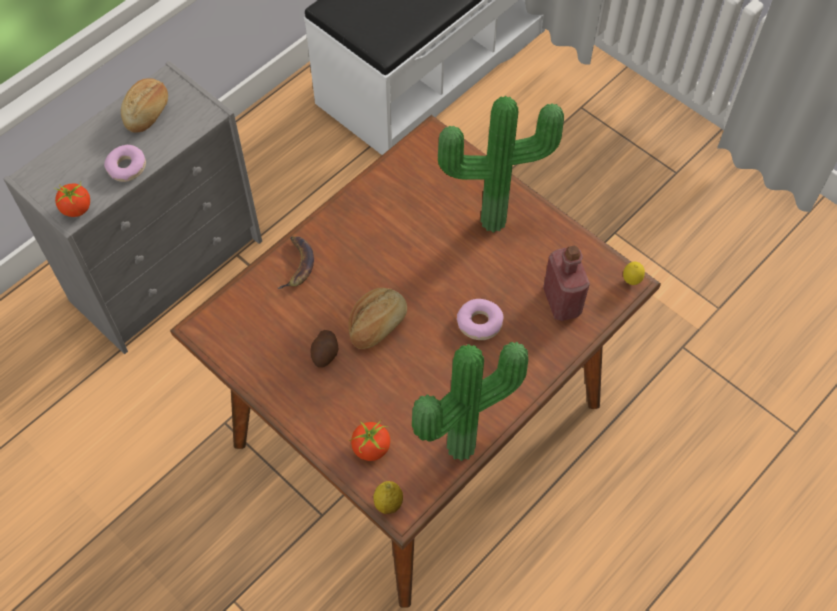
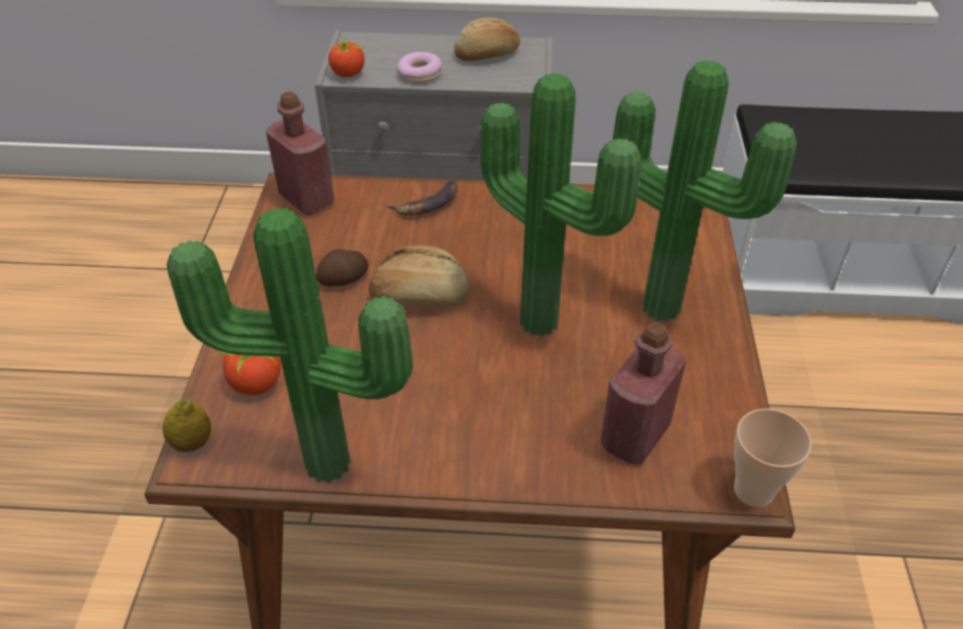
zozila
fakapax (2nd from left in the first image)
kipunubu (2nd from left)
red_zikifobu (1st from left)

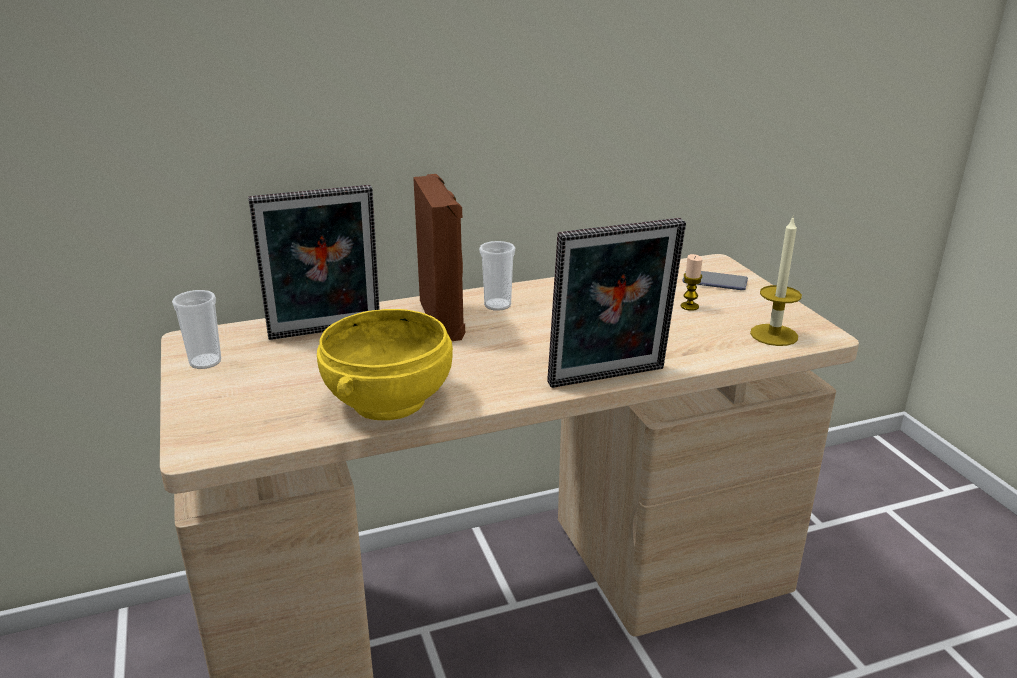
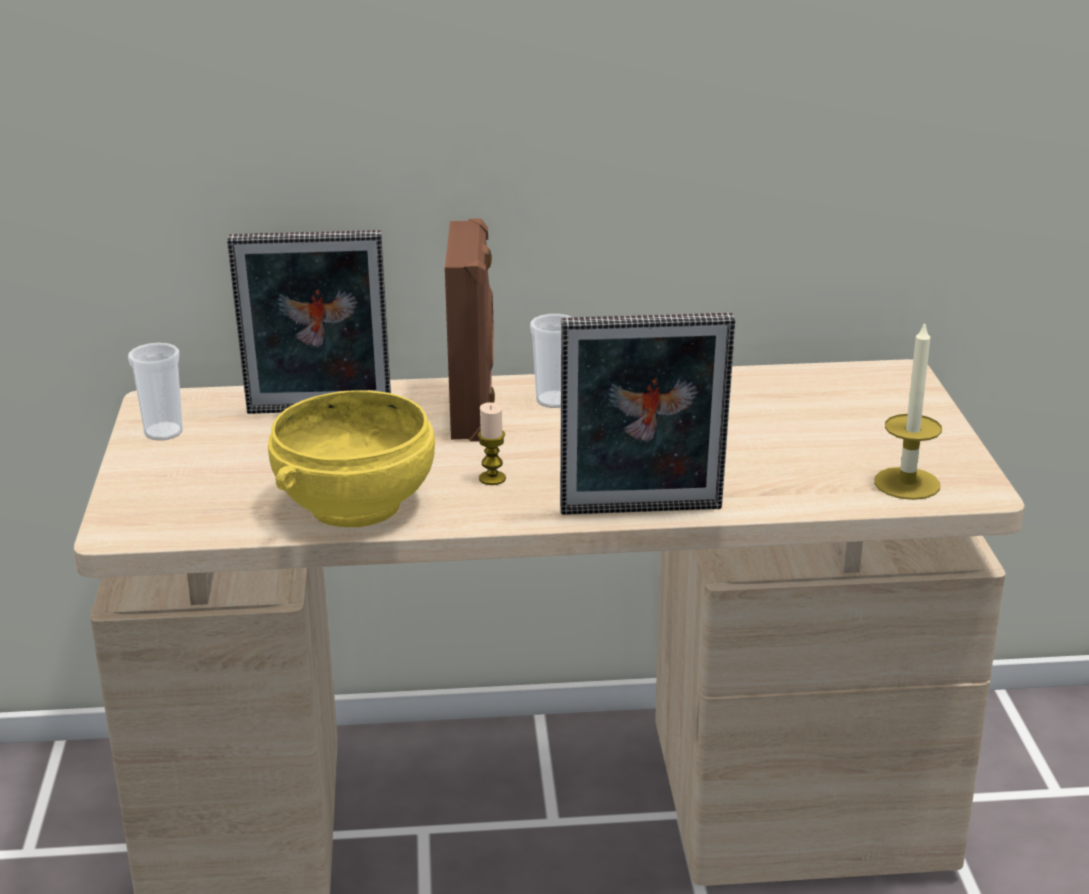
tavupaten (1st from left)
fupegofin

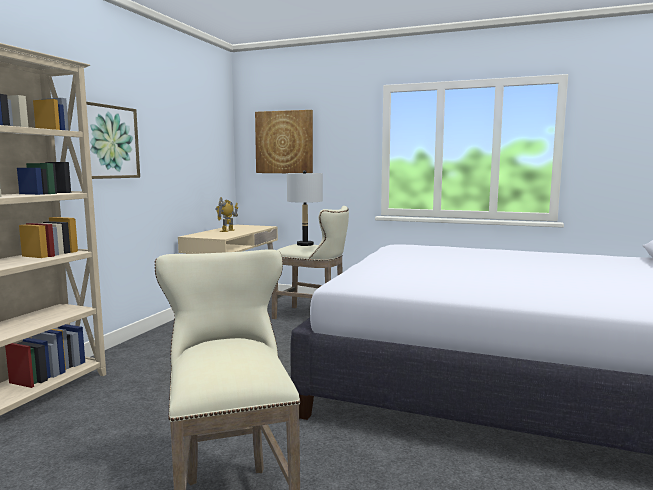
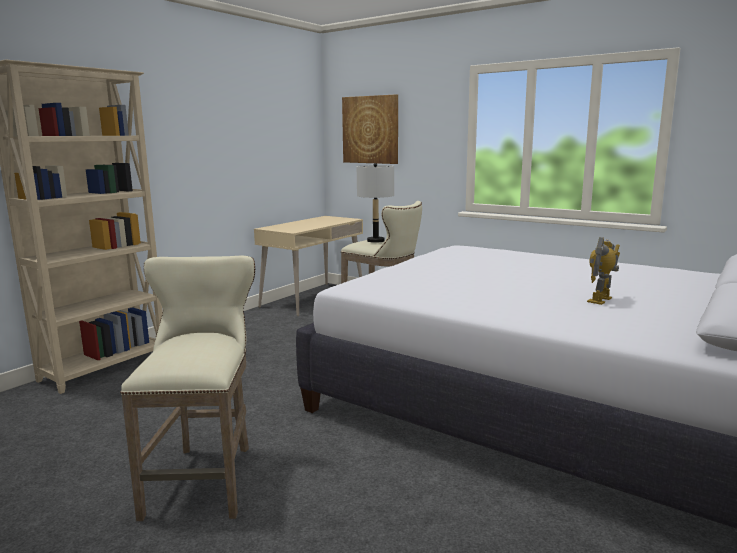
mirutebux (1st from left in the first image)
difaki

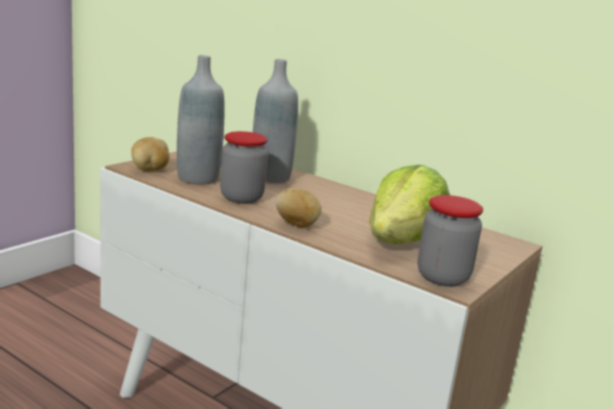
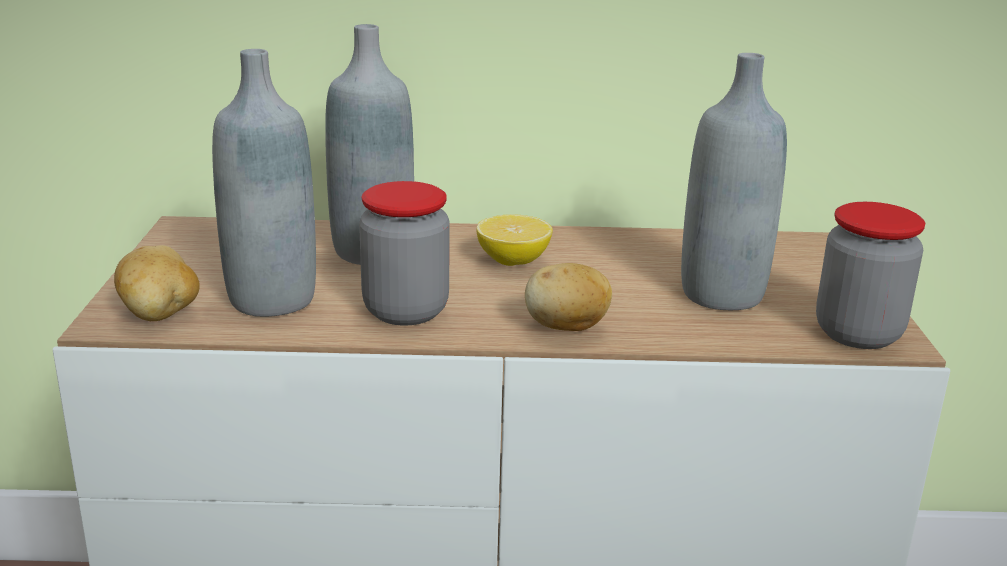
grey_zikifobu (3rd from left)
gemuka

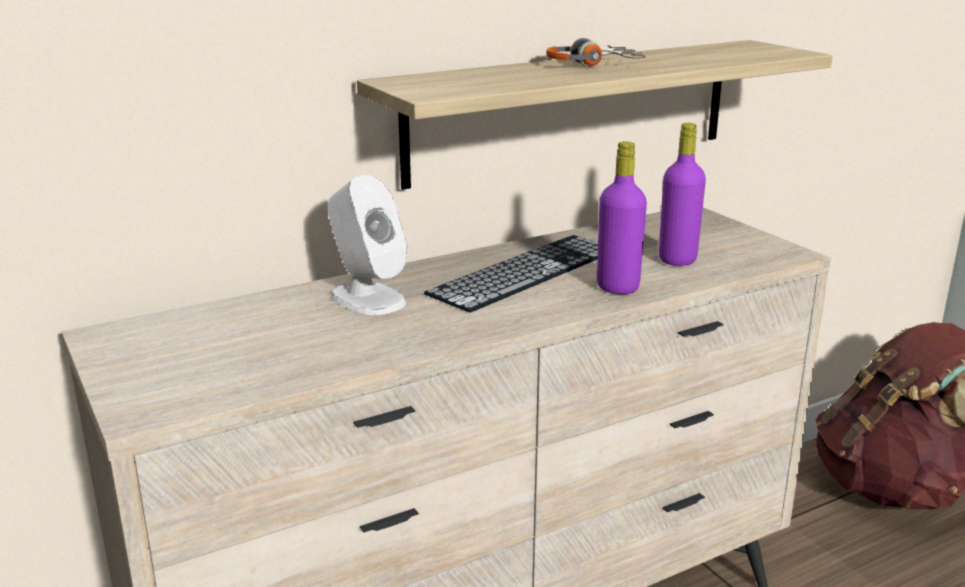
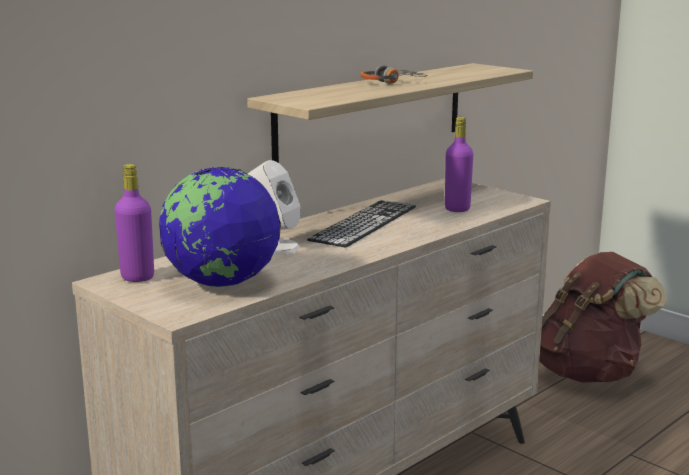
purple_zikifobu (1st from left)
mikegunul

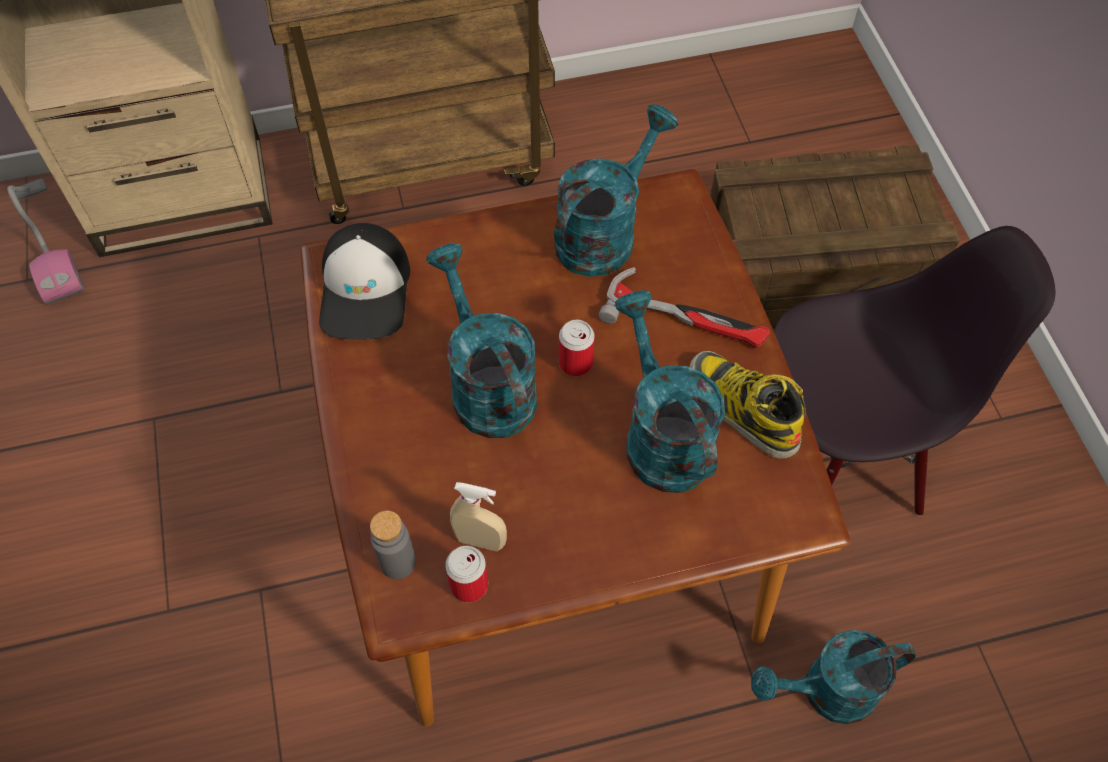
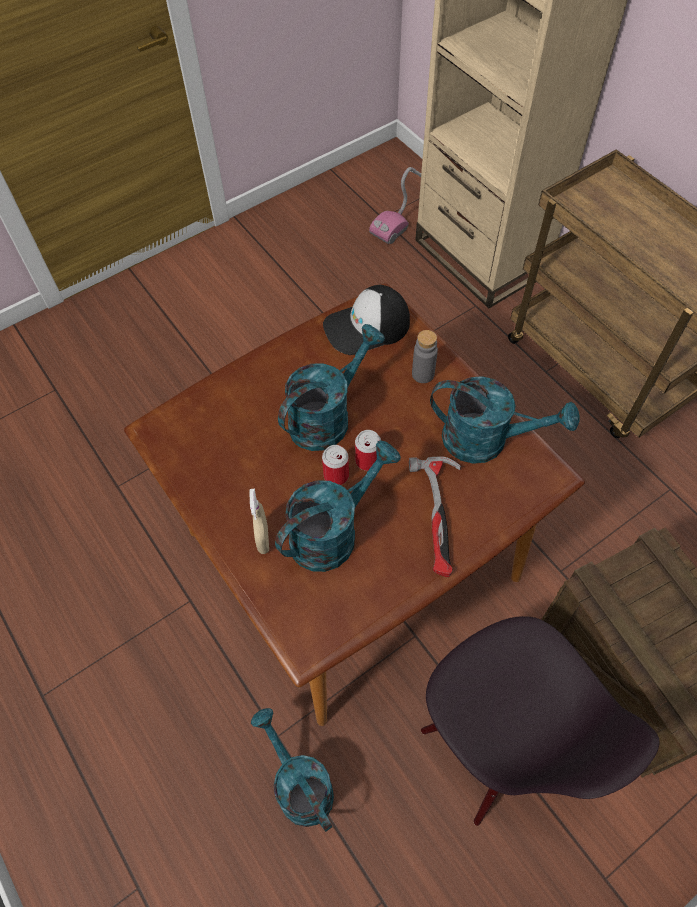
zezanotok
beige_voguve
grey_zikifobu
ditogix (1st from left)

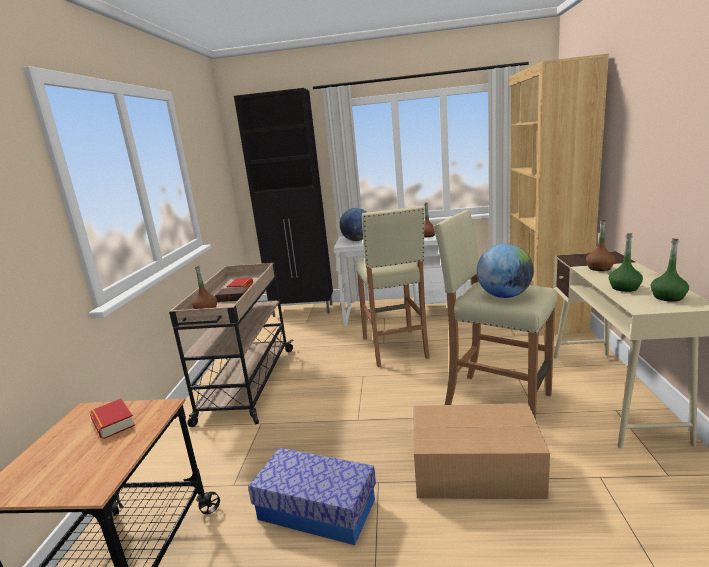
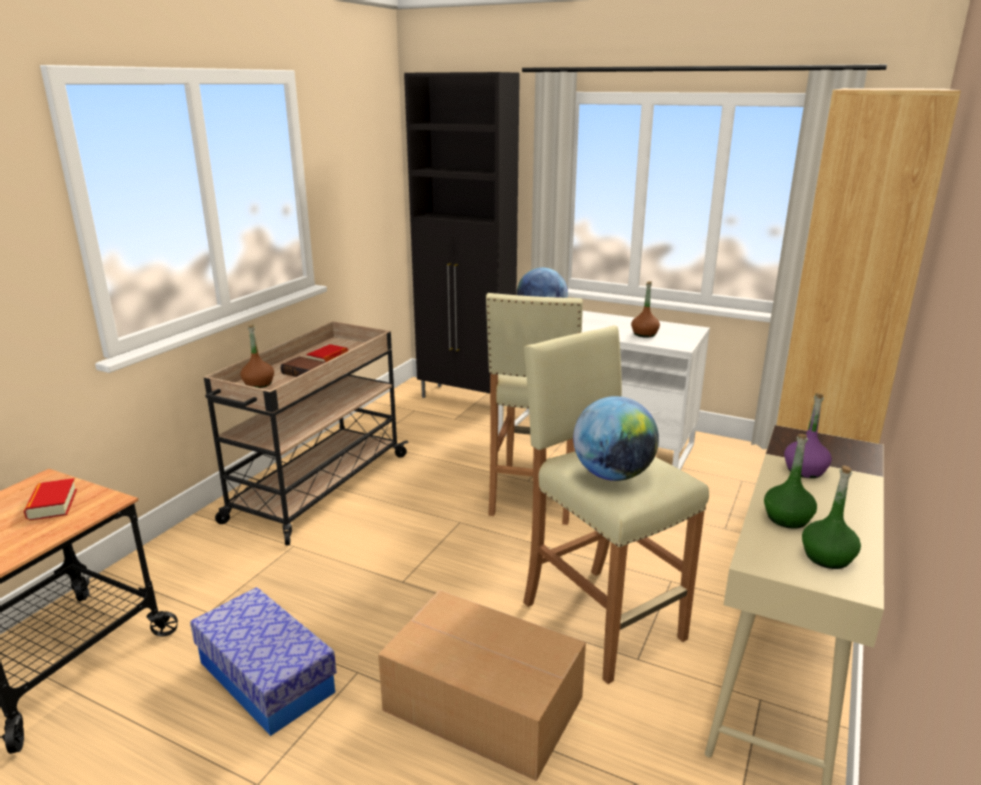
purple_zikifobu

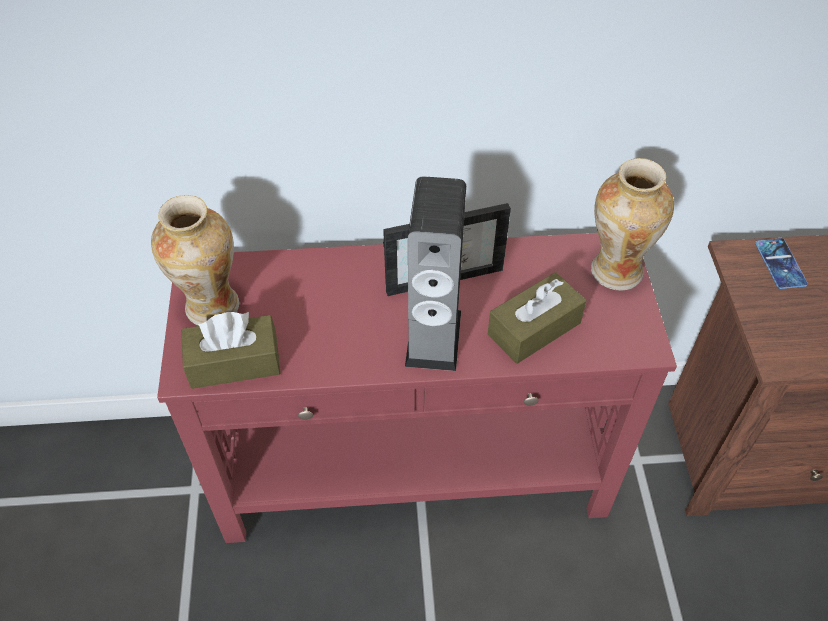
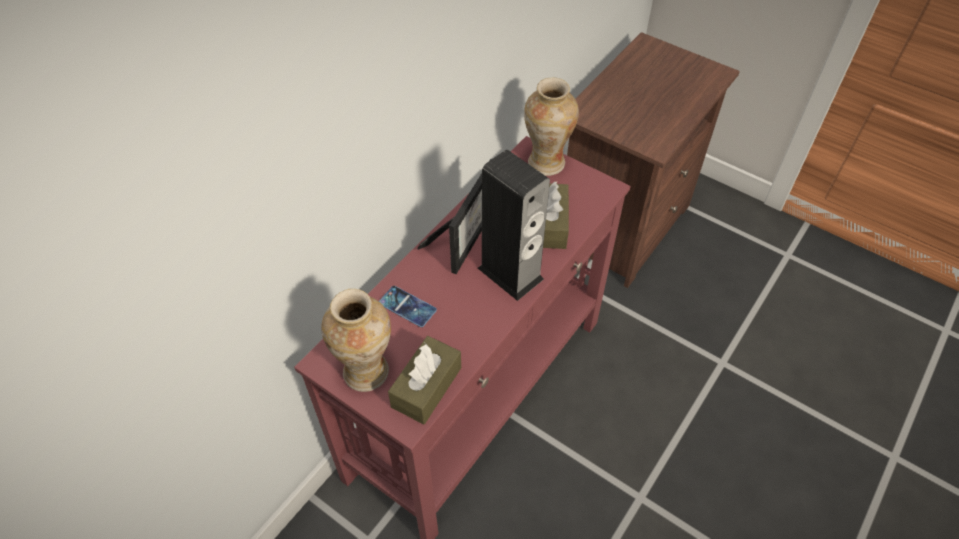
fupegofin

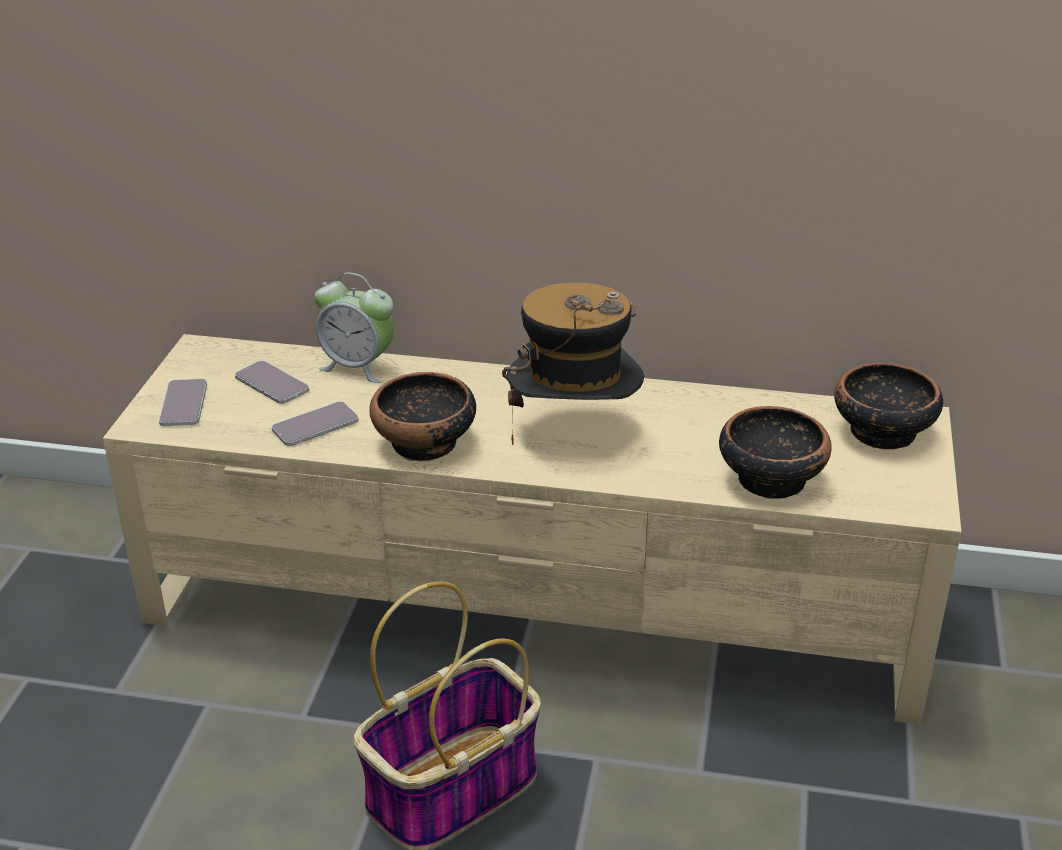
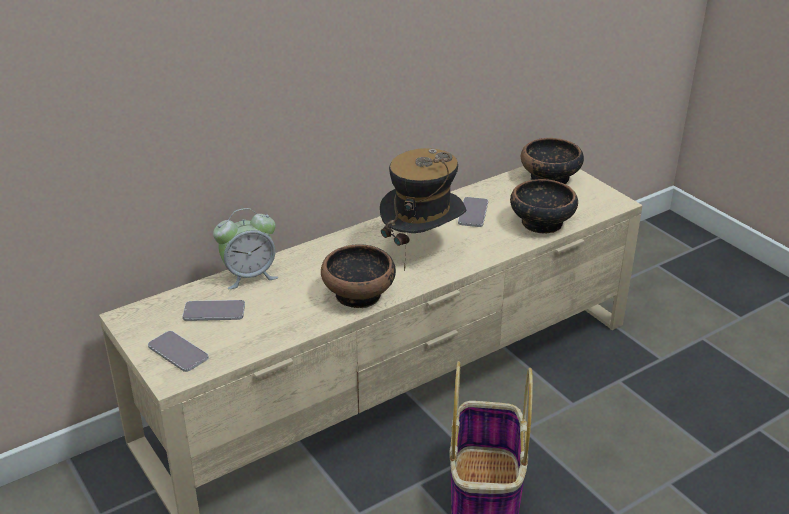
fupegofin (3rd from left)

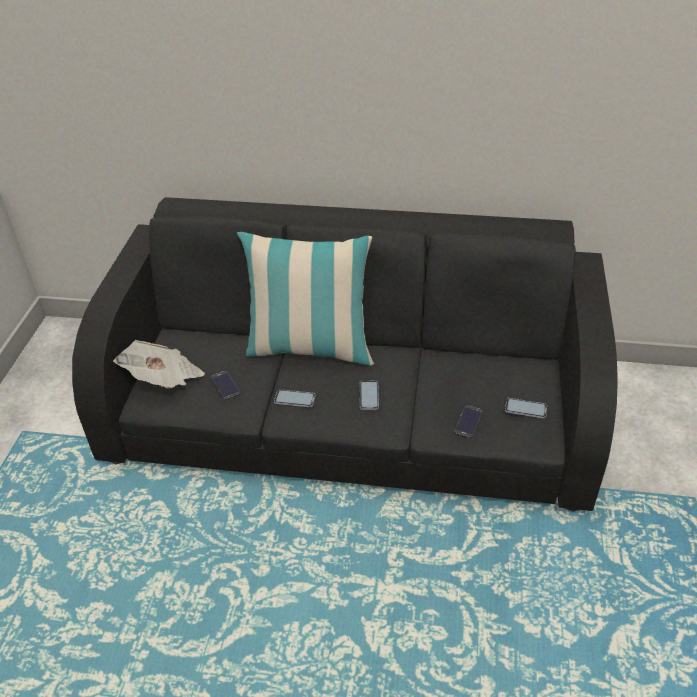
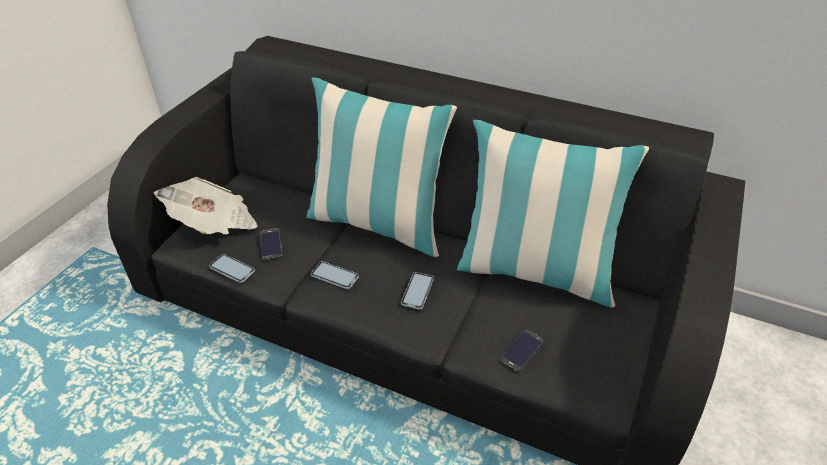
fupegofin (1st from left)
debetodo (2nd from left)

